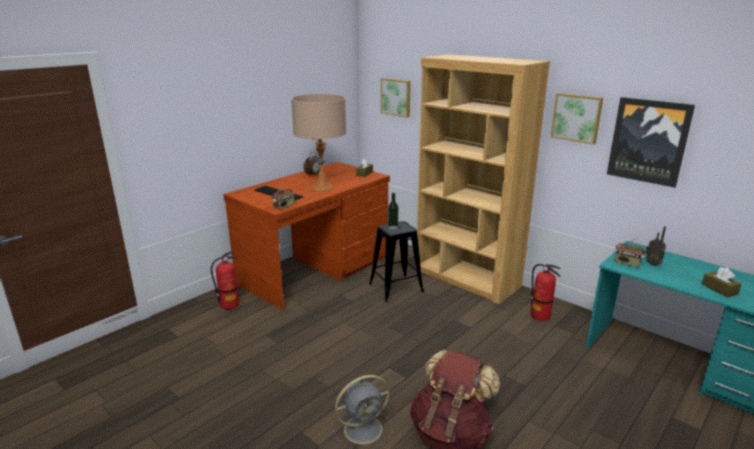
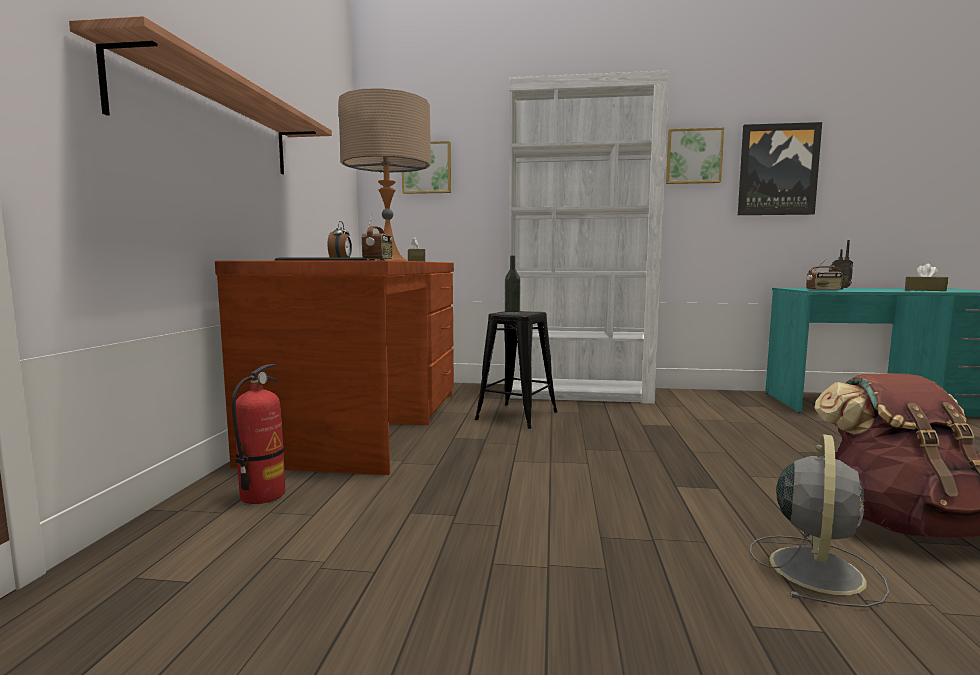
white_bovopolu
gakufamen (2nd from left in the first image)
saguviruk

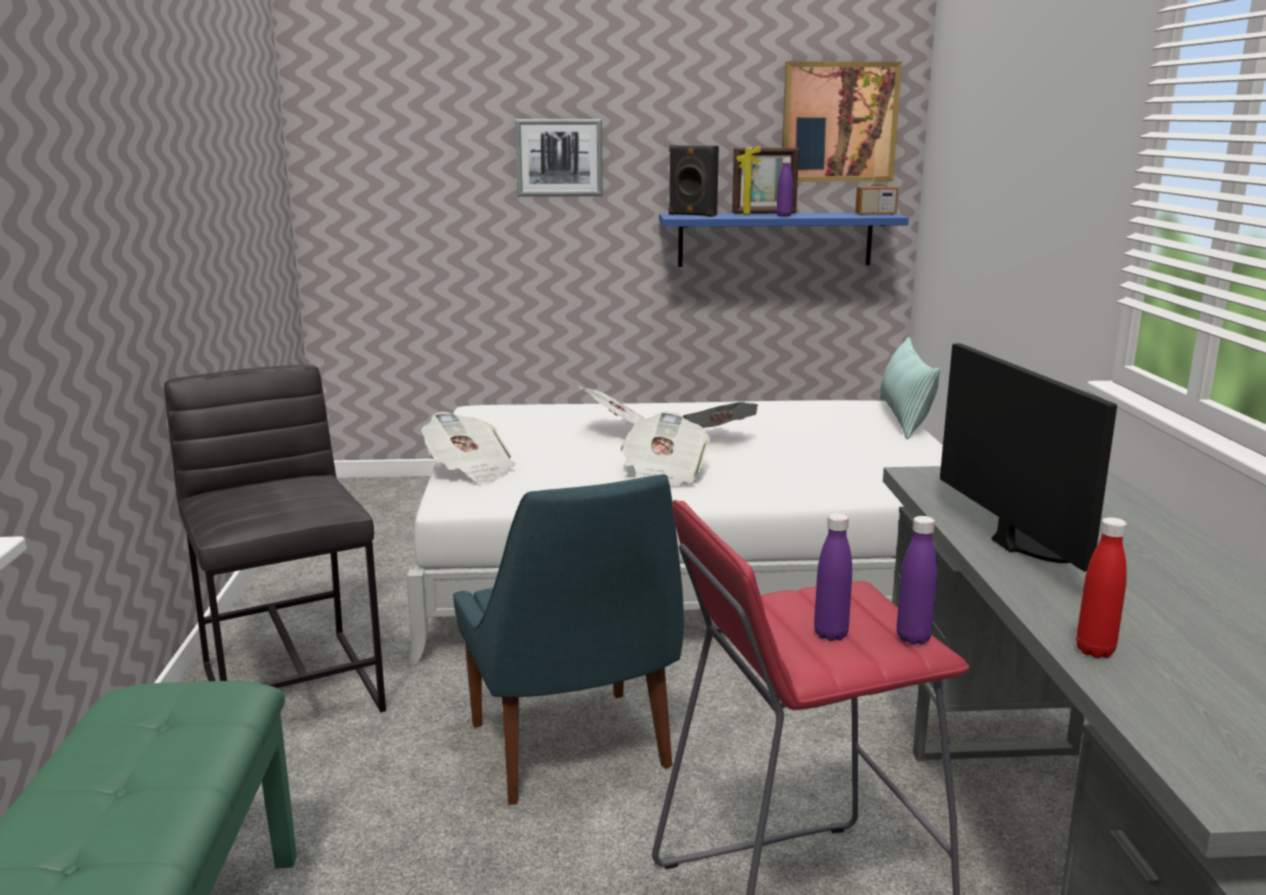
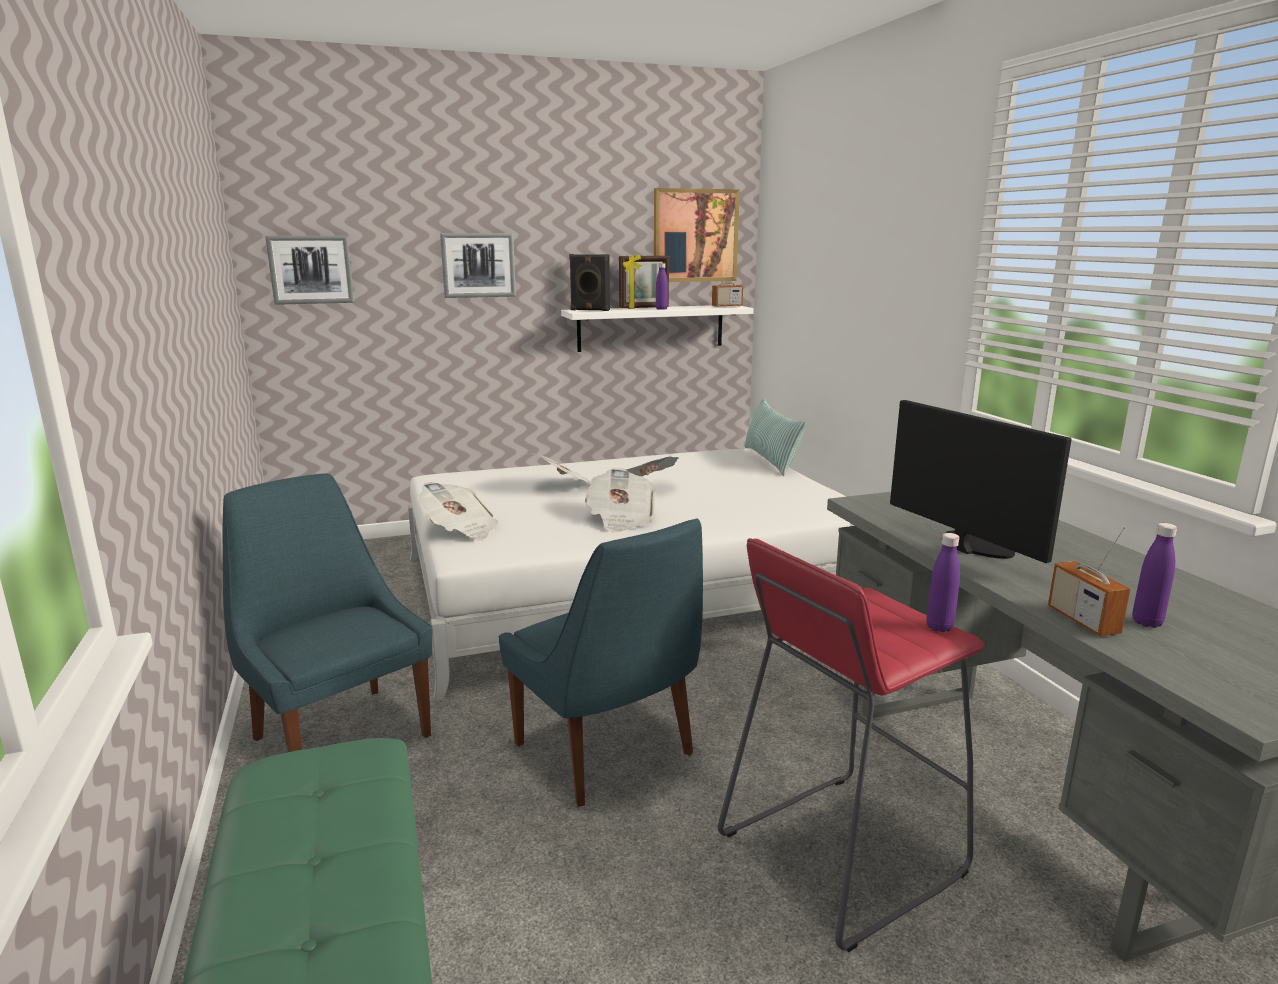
white_saguviruk
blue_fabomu (1st from left)
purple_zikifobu (3rd from left)
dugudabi (2nd from left)
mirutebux (1st from left)

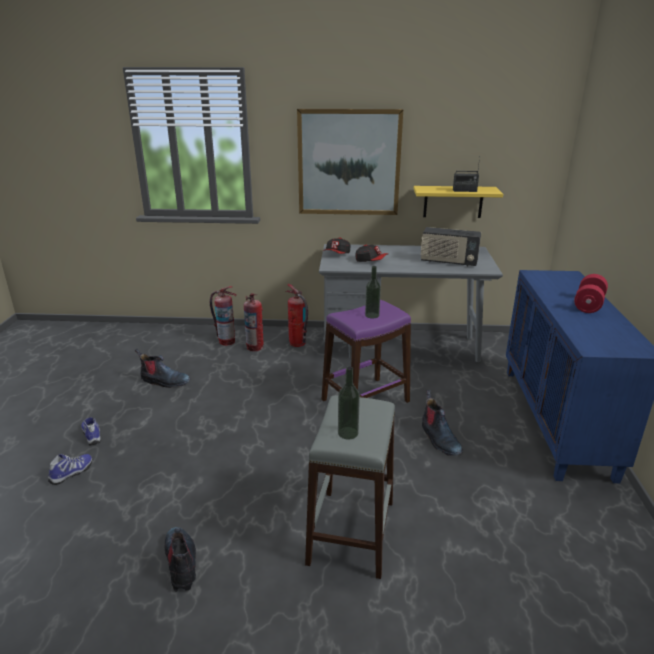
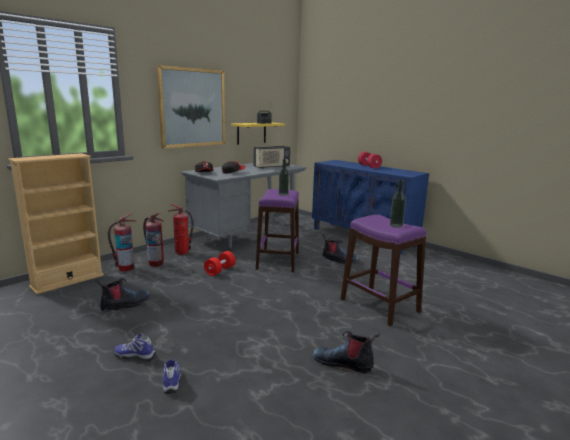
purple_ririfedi (2nd from left)
beige_bovopolu
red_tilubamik (1st from left)

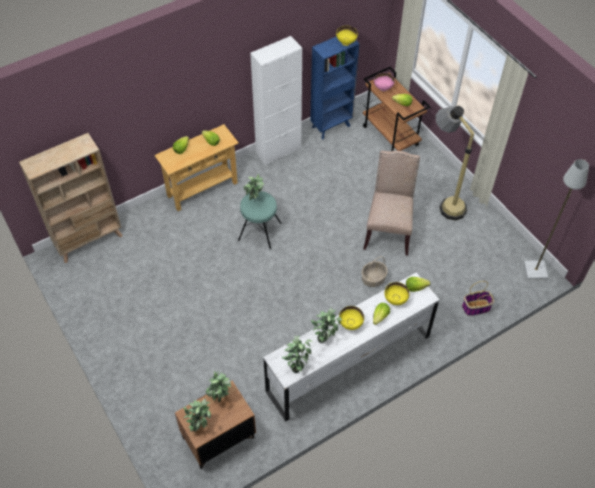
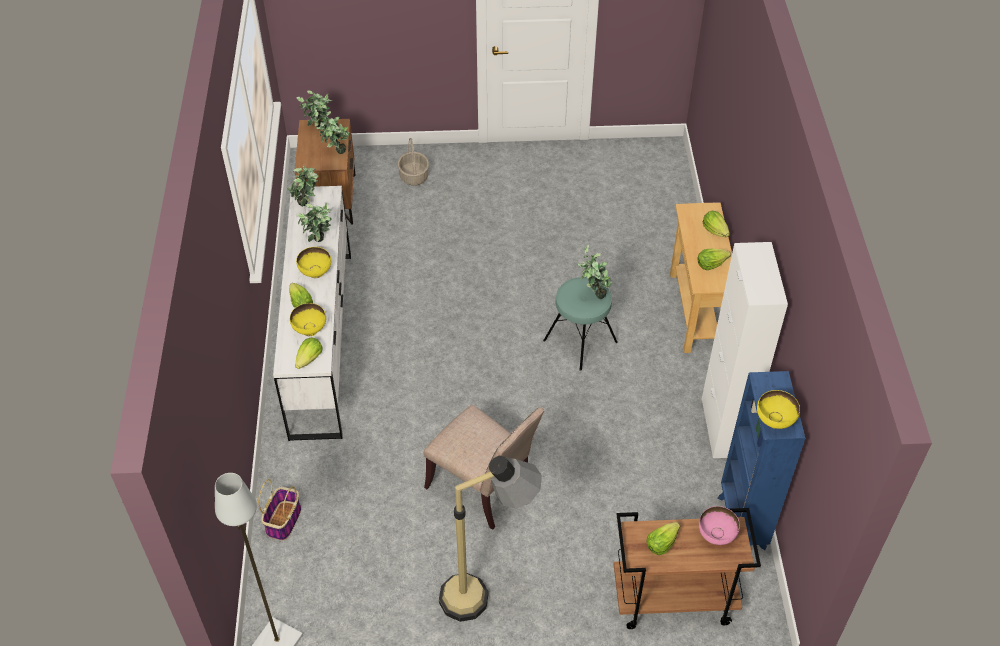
beige_bovopolu
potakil (2nd from left)

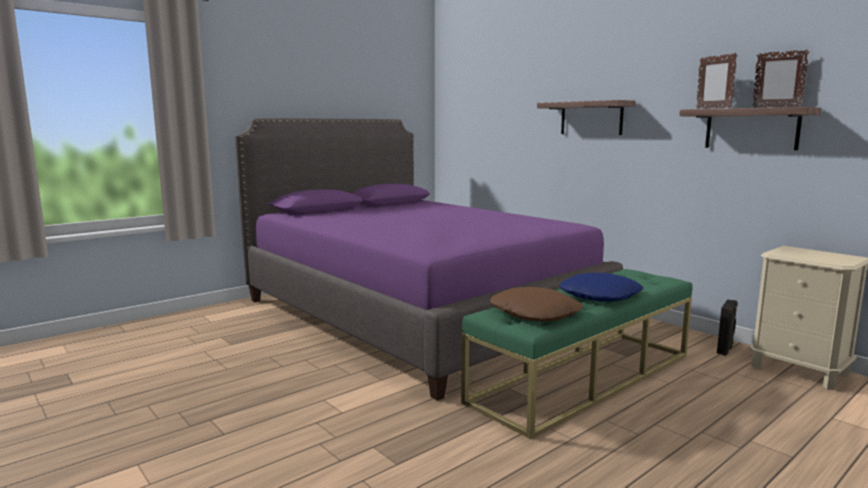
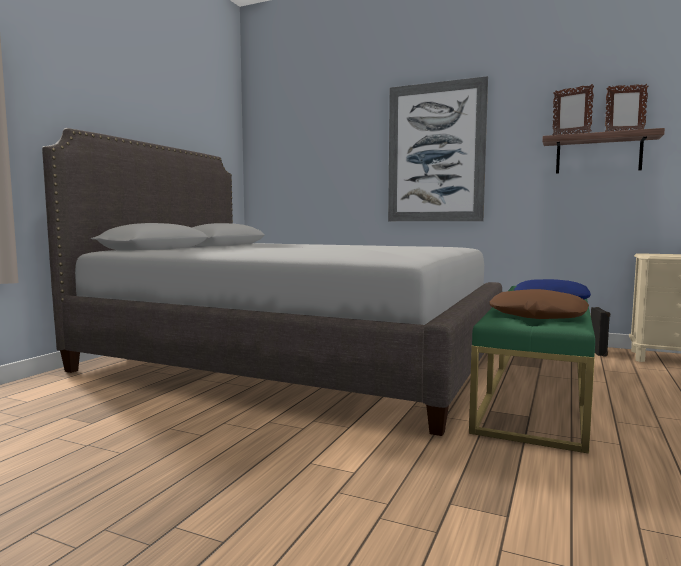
mirutebux
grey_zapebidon

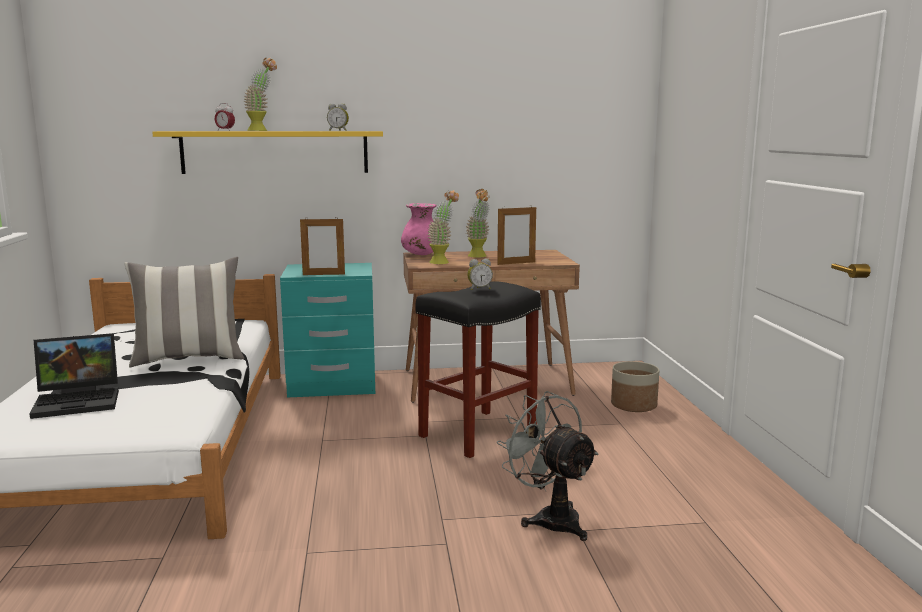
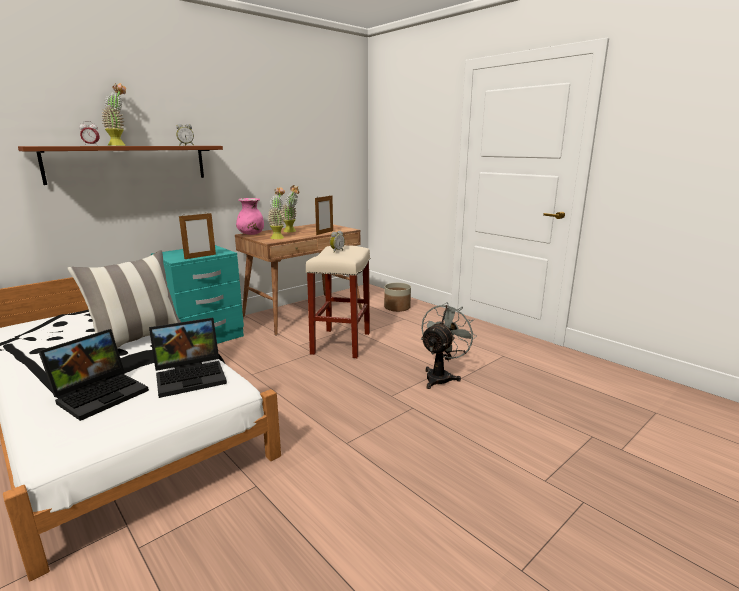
brown_saguviruk
beige_ririfedi
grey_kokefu
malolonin (2nd from left)

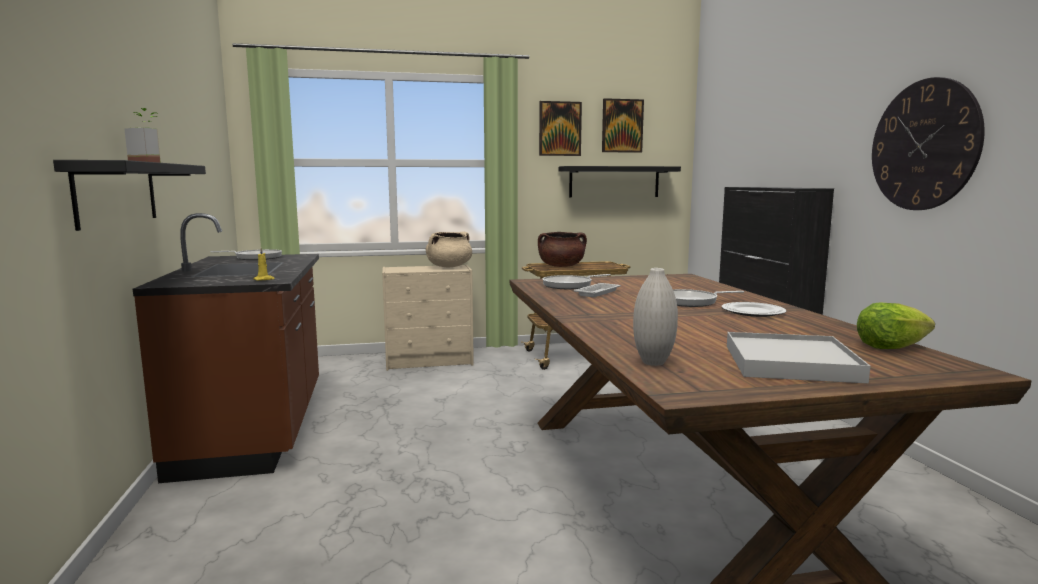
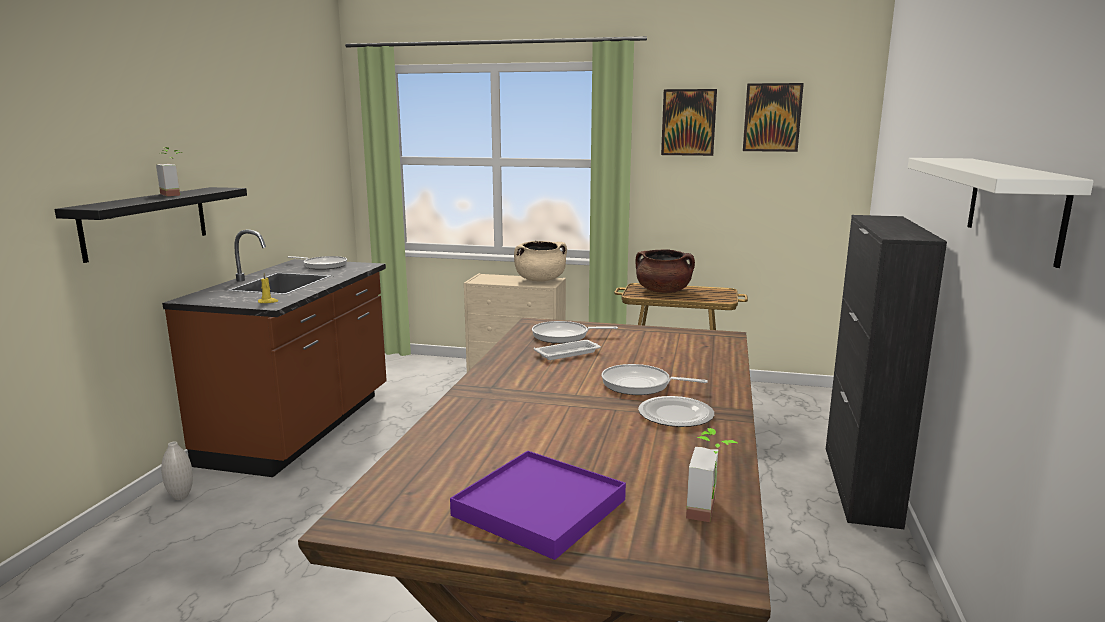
white_saguviruk
black_saguviruk (2nd from left in the first image)
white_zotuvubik
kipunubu (2nd from left)
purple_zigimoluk

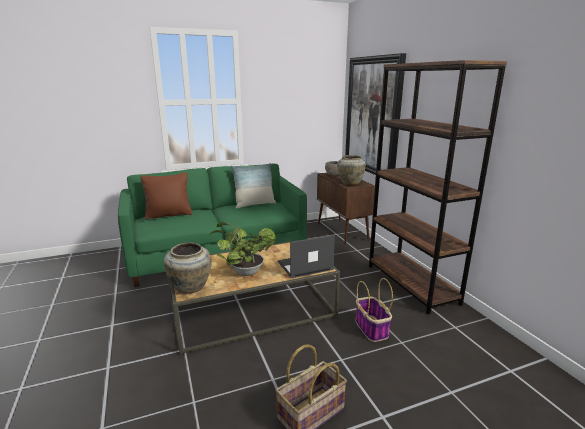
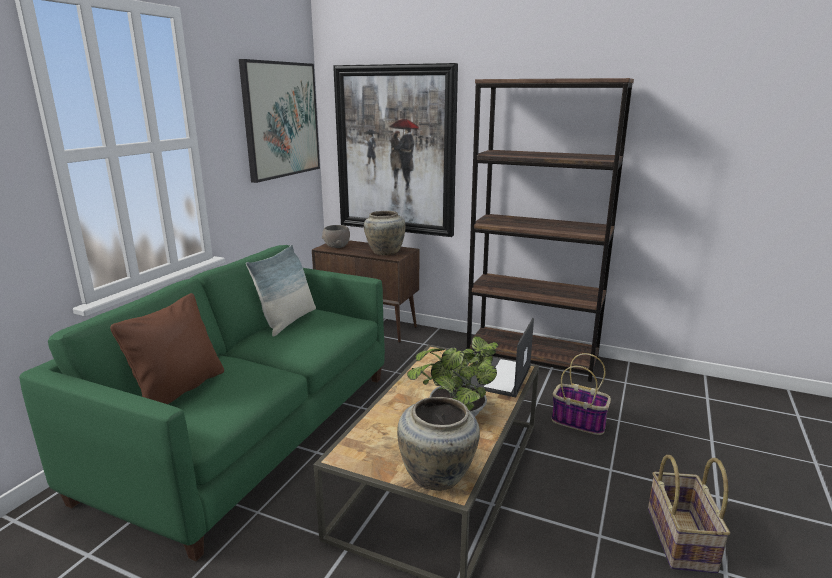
mirutebux (1st from left)

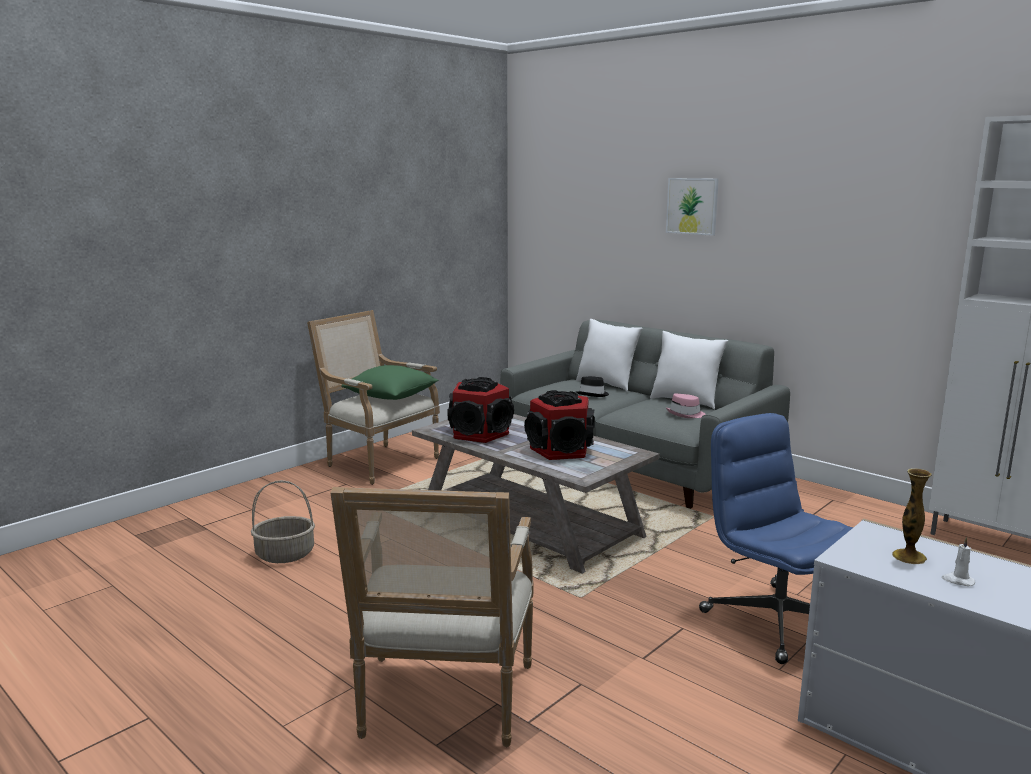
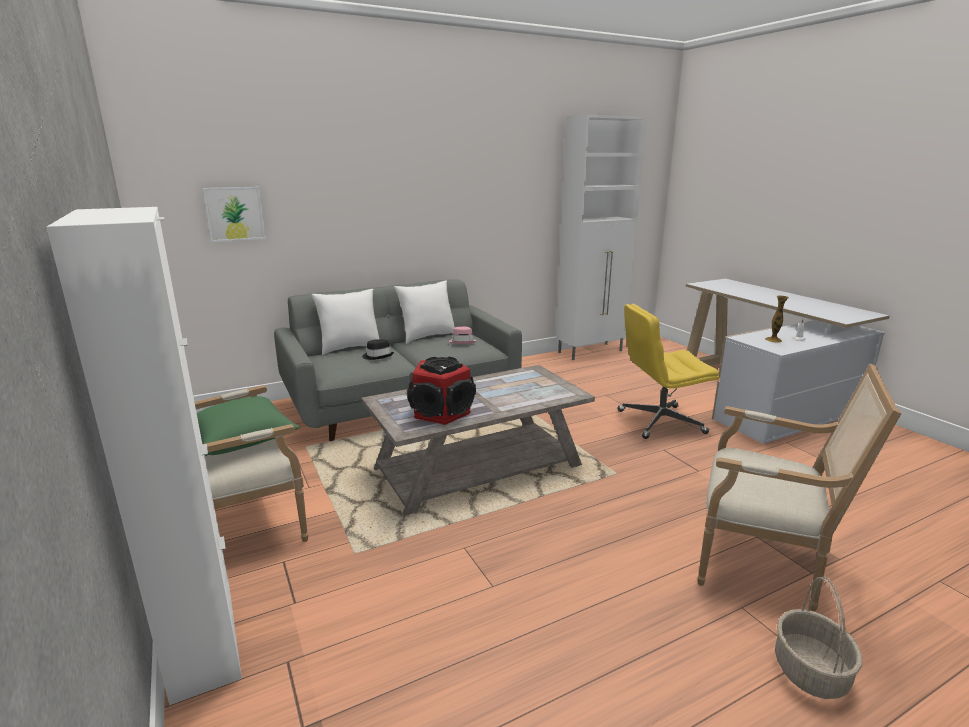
mirutebux
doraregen (2nd from left in the first image)
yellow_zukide
potakil
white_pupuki (1st from left)

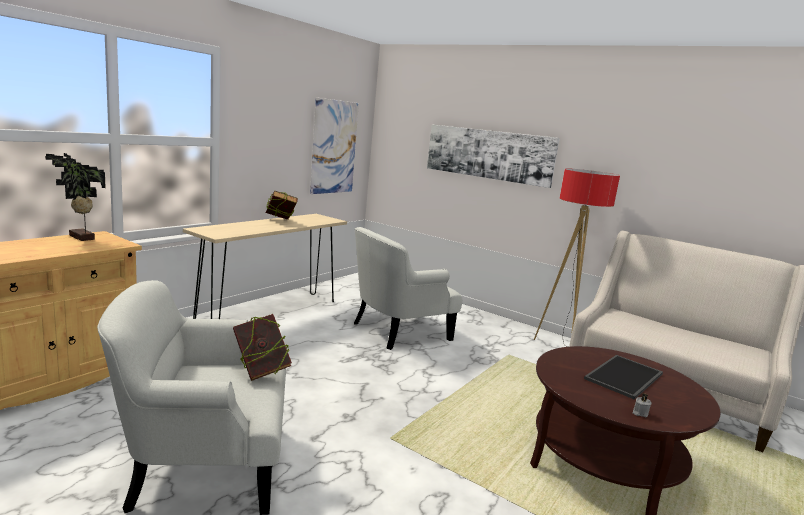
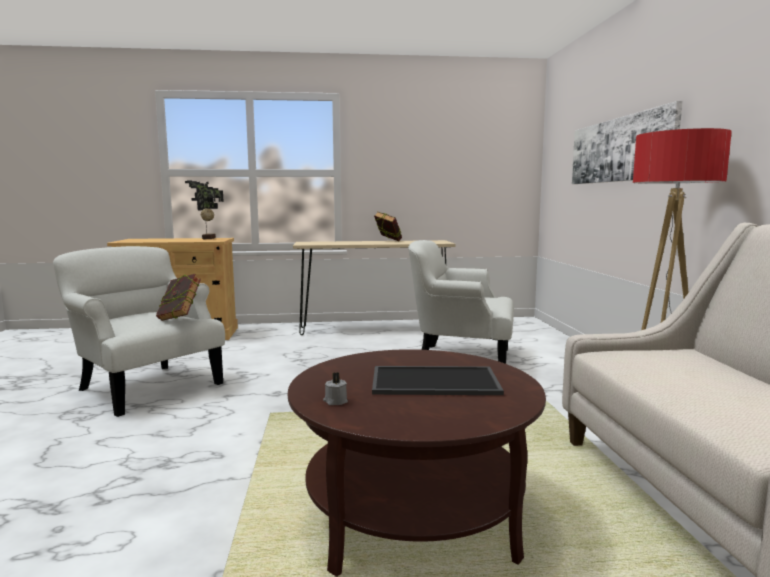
mirutebux (1st from left in the first image)

